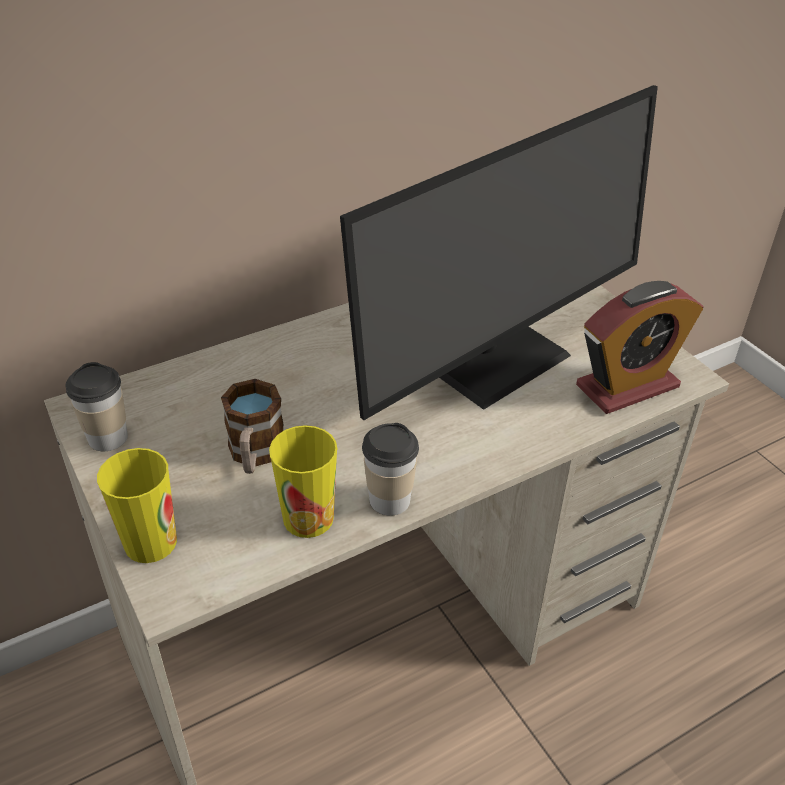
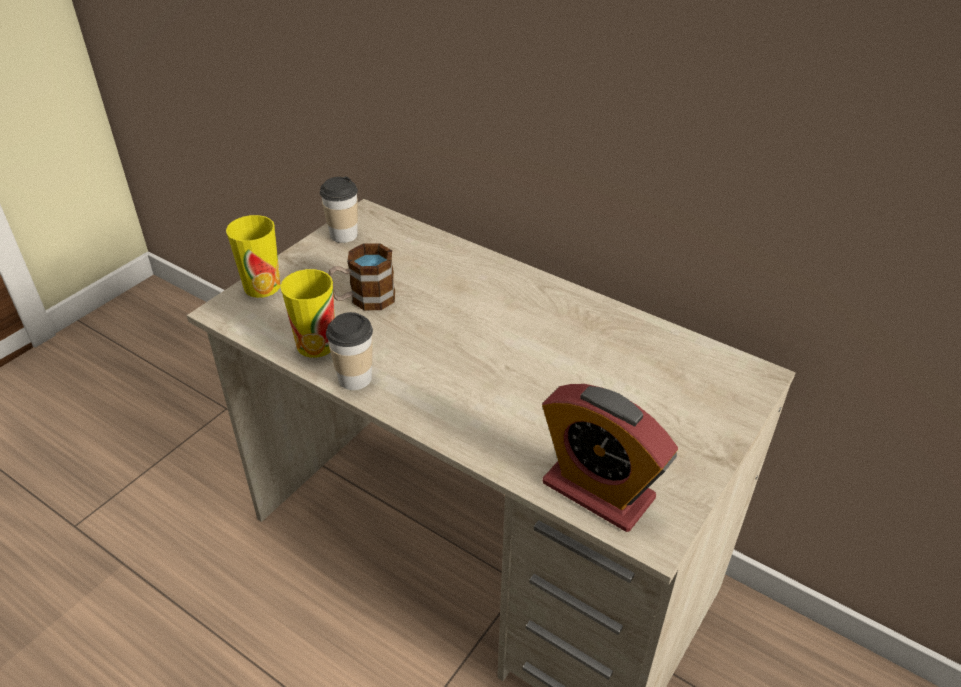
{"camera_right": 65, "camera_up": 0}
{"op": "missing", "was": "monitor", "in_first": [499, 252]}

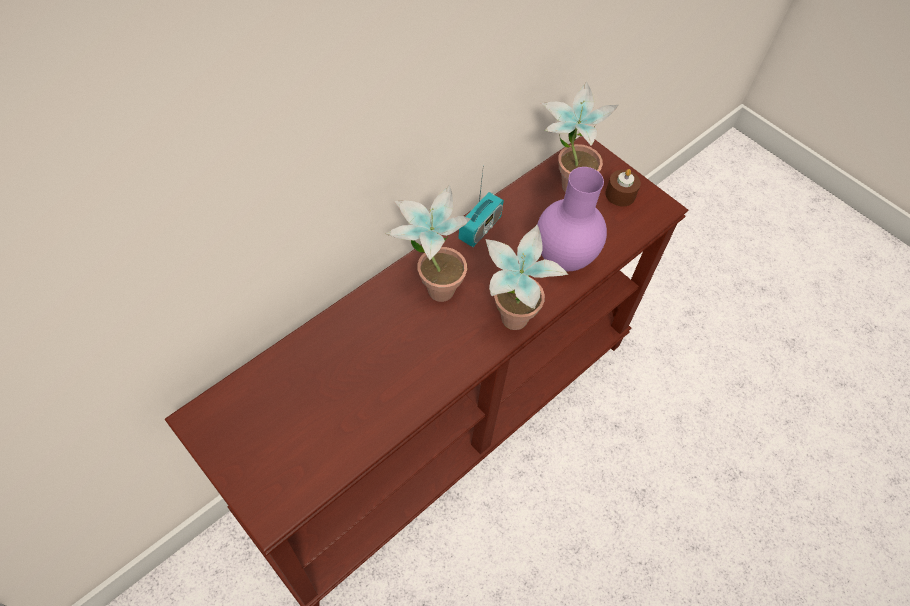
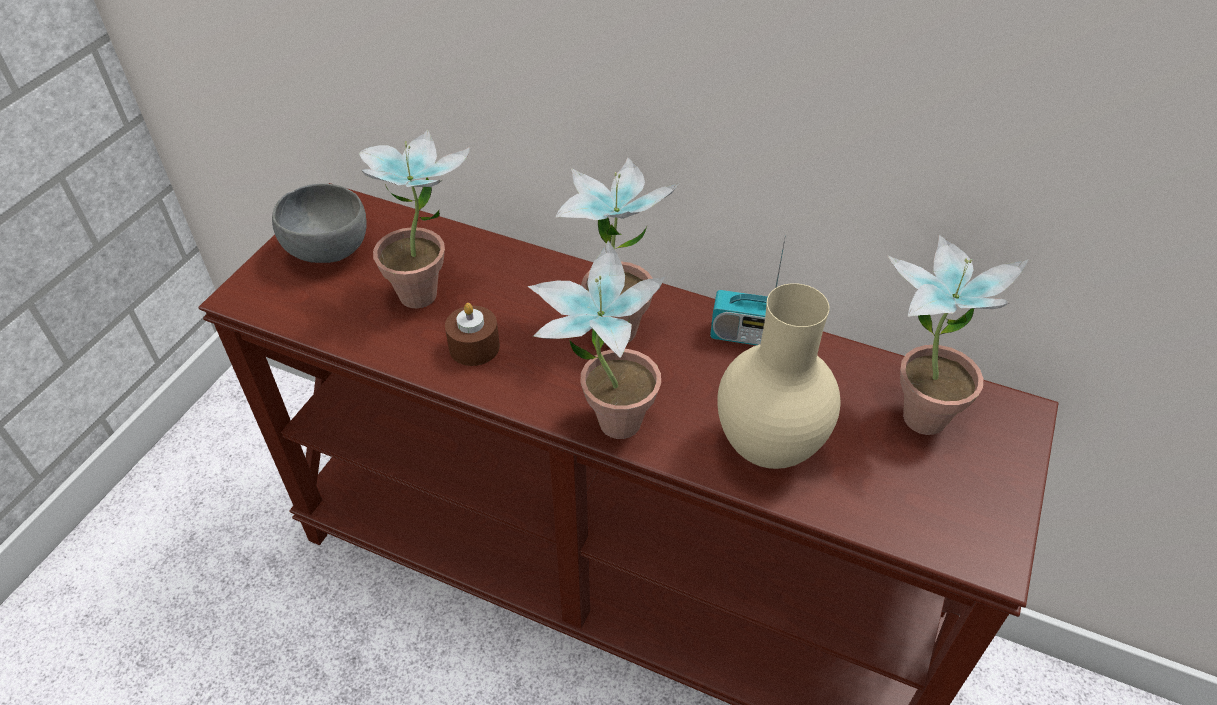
{"camera_right": 70, "camera_up": -10}
{"op": "colour", "was": "vase in purple", "now": "vase in beige", "in_first": [572, 219], "in_second": [779, 376]}
{"op": "relocated", "was": "candle in brown", "in_first": [623, 187], "in_second": [472, 334]}
{"op": "appeared", "now": "potted plant", "in_second": [414, 219]}
{"op": "appeared", "now": "bowl in grey", "in_second": [319, 223]}

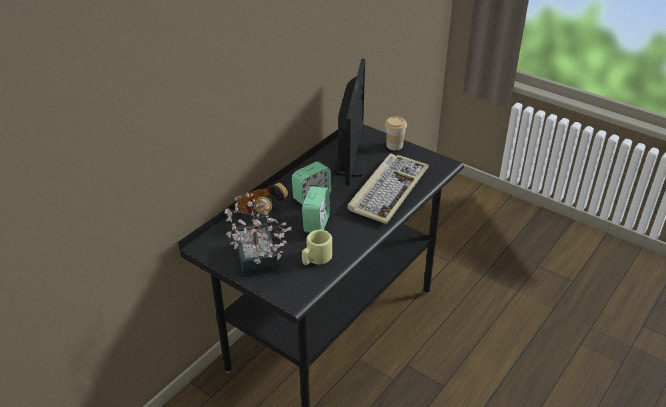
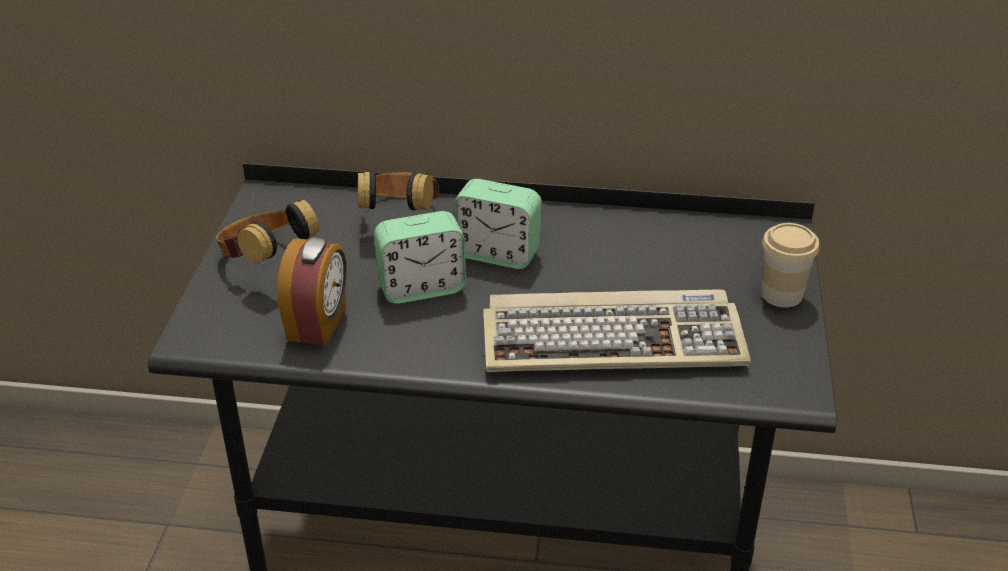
{"camera_right": 60, "camera_up": 0}
{"op": "missing", "was": "monitor", "in_first": [350, 122]}
{"op": "exchanged", "was": "potted plant", "now": "headphones", "in_first": [258, 234], "in_second": [267, 231]}
{"op": "exchanged", "was": "mug in beige", "now": "alarm clock", "in_first": [317, 247], "in_second": [312, 291]}

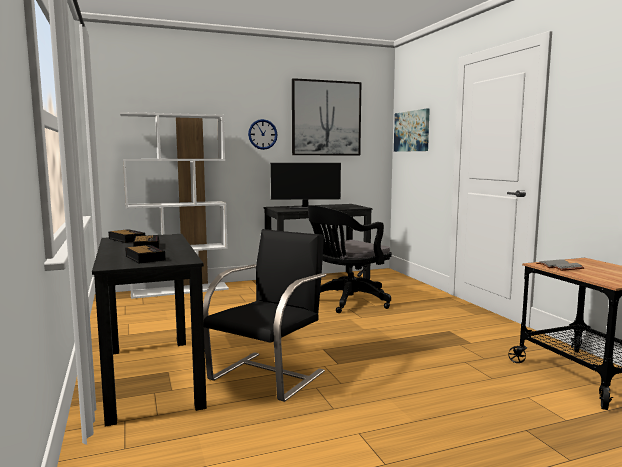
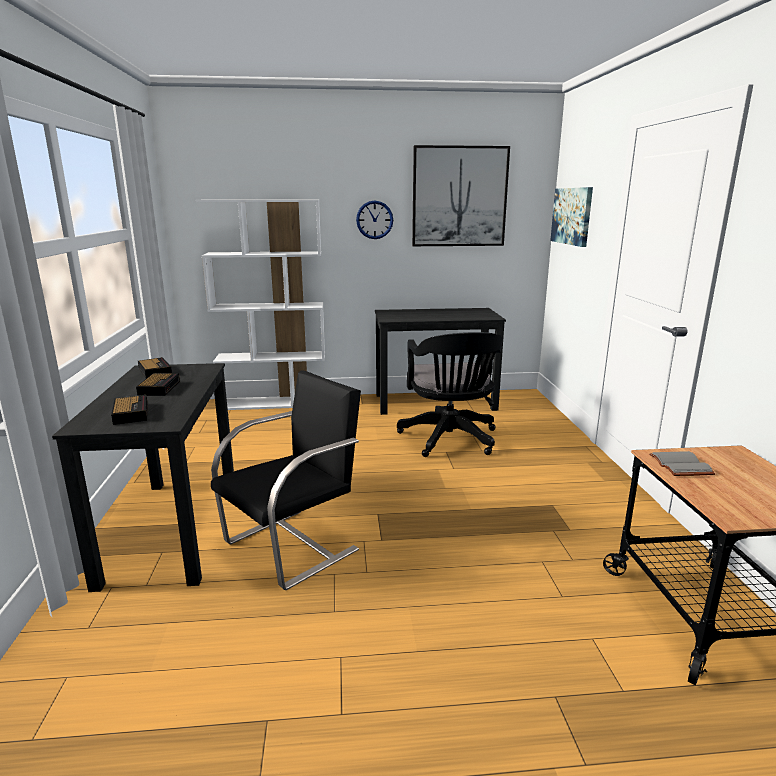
{"camera_right": 15, "camera_up": 10}
{"op": "missing", "was": "monitor", "in_first": [305, 186]}
{"op": "spun", "was": "office chair in black", "in_first": [350, 259], "in_second": [450, 394], "clockwise": -75}

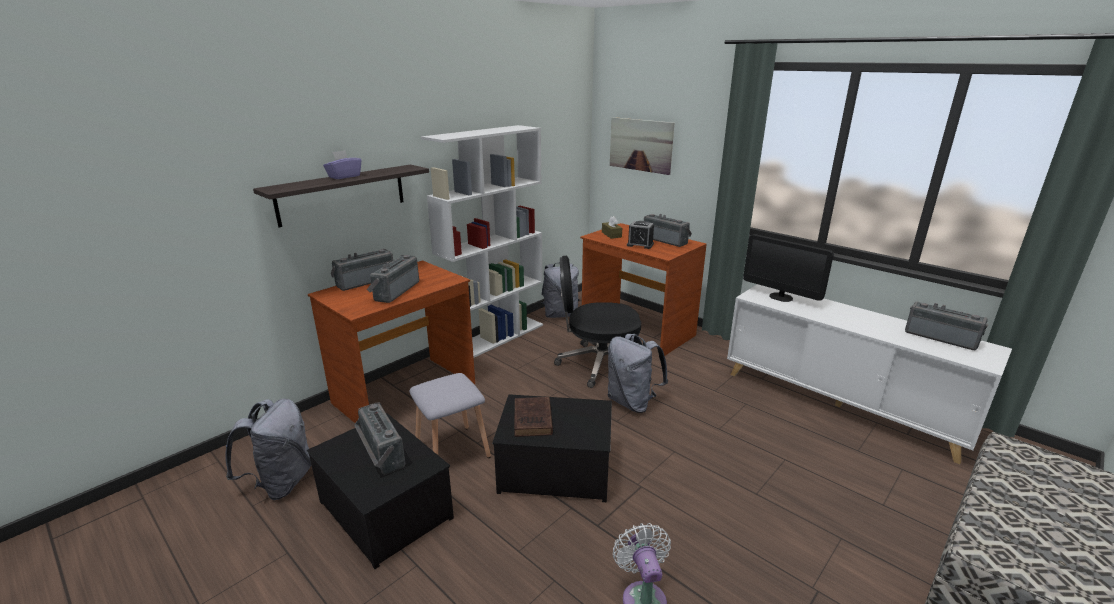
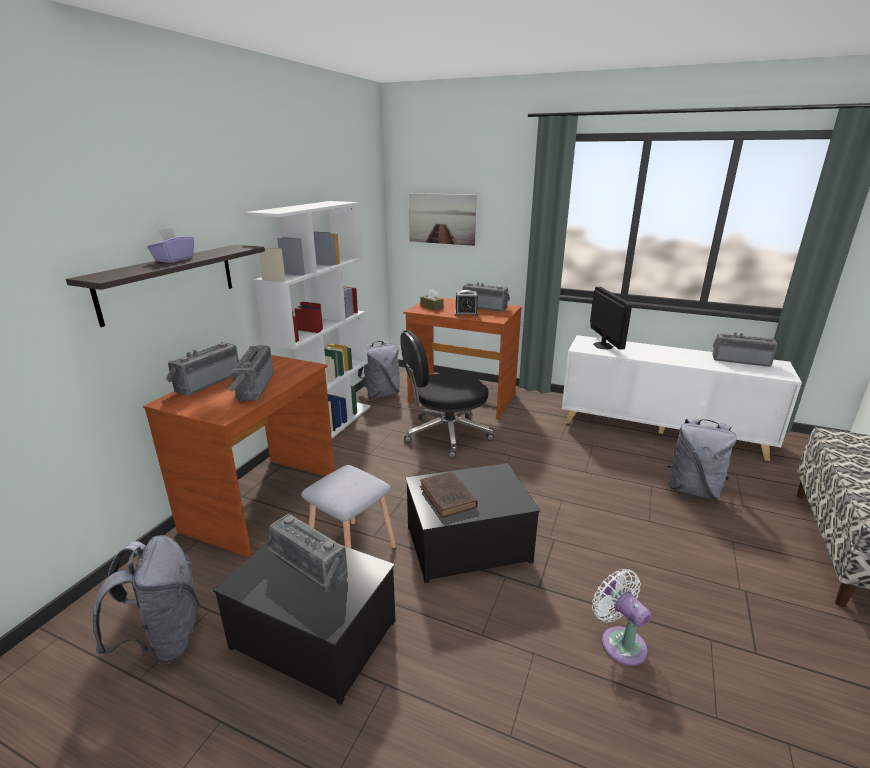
{"camera_right": -20, "camera_up": 0}
{"op": "spun", "was": "monitor", "in_first": [788, 268], "in_second": [611, 318], "clockwise": -120}
{"op": "relocated", "was": "backpack in grey", "in_first": [638, 373], "in_second": [702, 459]}

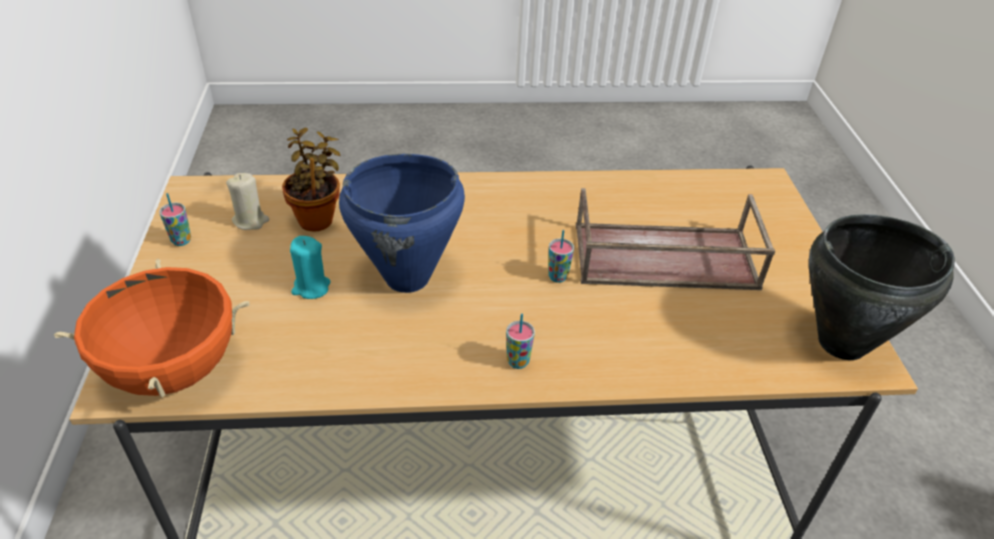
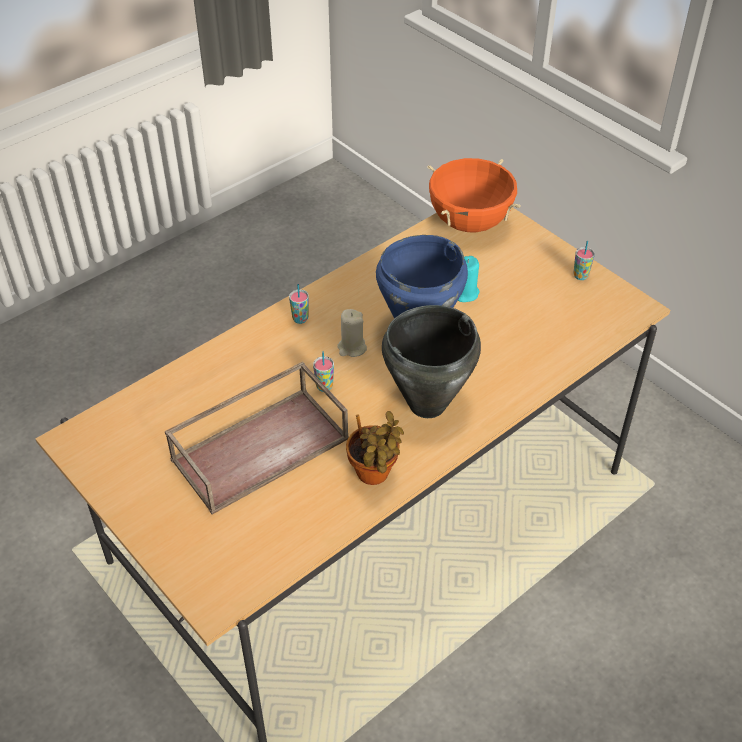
{"camera_right": 145, "camera_up": 5}
{"op": "relocated", "was": "potted plant", "in_first": [311, 180], "in_second": [375, 448]}
{"op": "relocated", "was": "candle in beige", "in_first": [247, 201], "in_second": [352, 333]}
{"op": "relocated", "was": "cooking pot in black", "in_first": [882, 287], "in_second": [431, 361]}

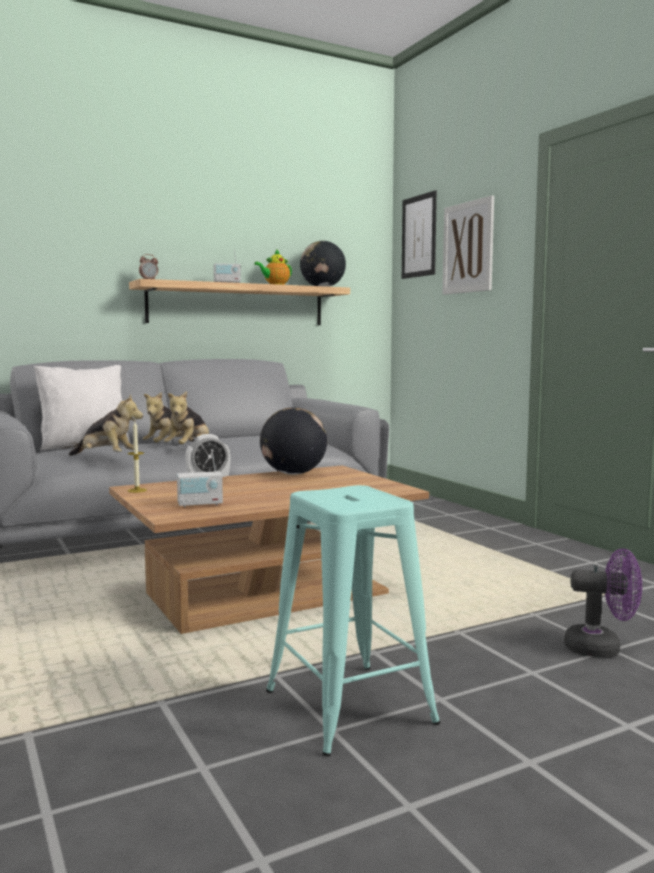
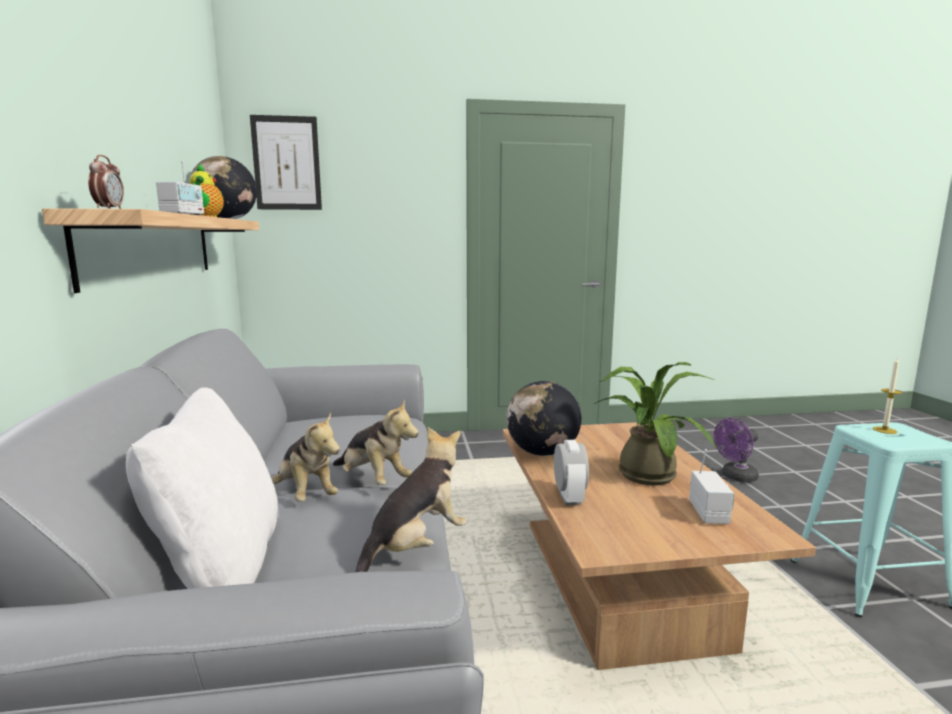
{"camera_right": -70, "camera_up": 5}
{"op": "missing", "was": "picture", "in_first": [468, 245]}
{"op": "relocated", "was": "candle", "in_first": [137, 457], "in_second": [887, 395]}
{"op": "spun", "was": "fan in purple", "in_first": [603, 602], "in_second": [736, 450], "clockwise": -150}
{"op": "appeared", "now": "potted plant", "in_second": [655, 423]}

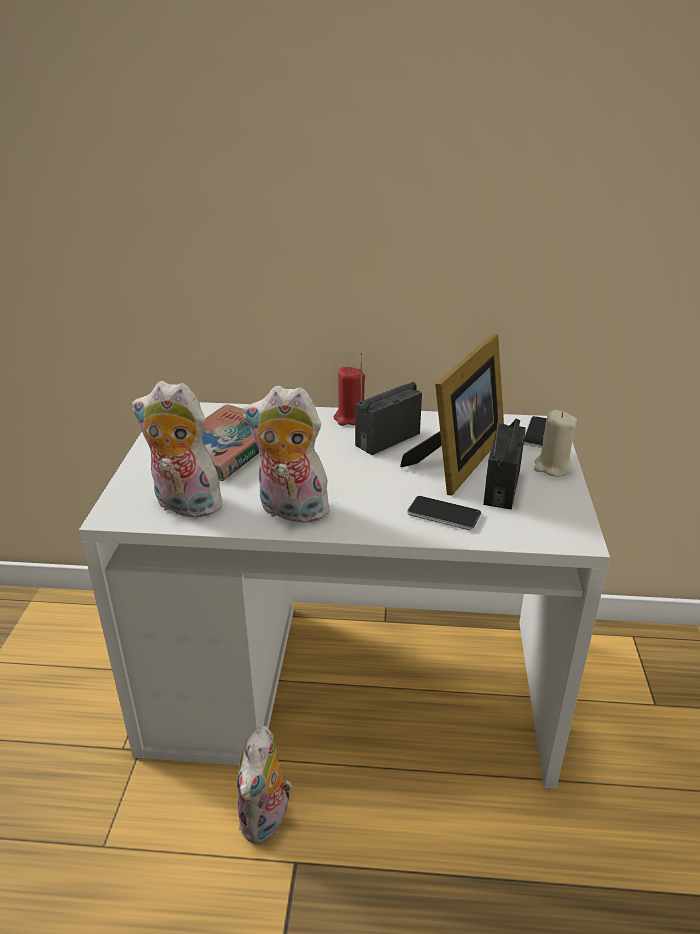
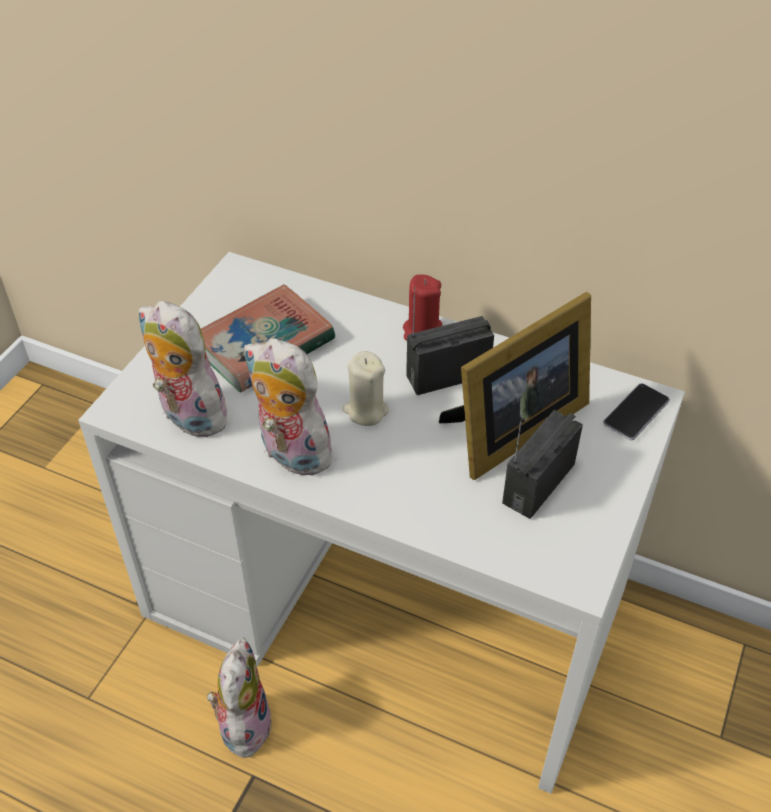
{"camera_right": 20, "camera_up": 15}
{"op": "relocated", "was": "candle in beige", "in_first": [555, 443], "in_second": [365, 388]}
{"op": "missing", "was": "phone", "in_first": [444, 513]}
{"op": "spun", "was": "plush toy", "in_first": [264, 785], "in_second": [239, 697], "clockwise": 150}

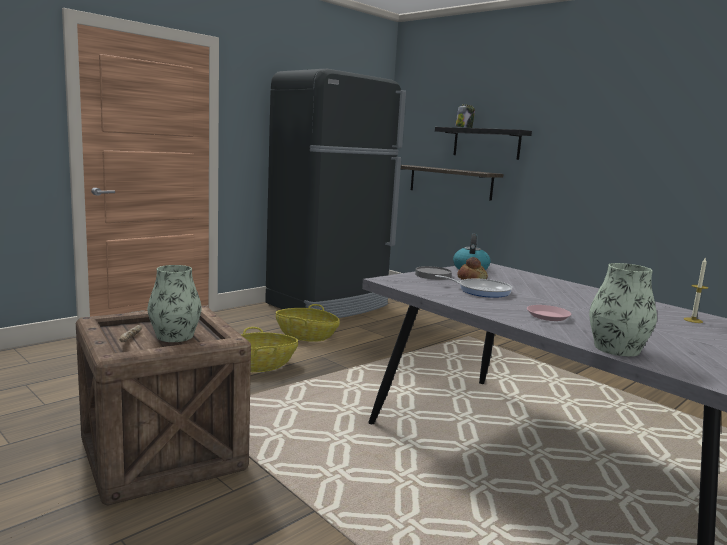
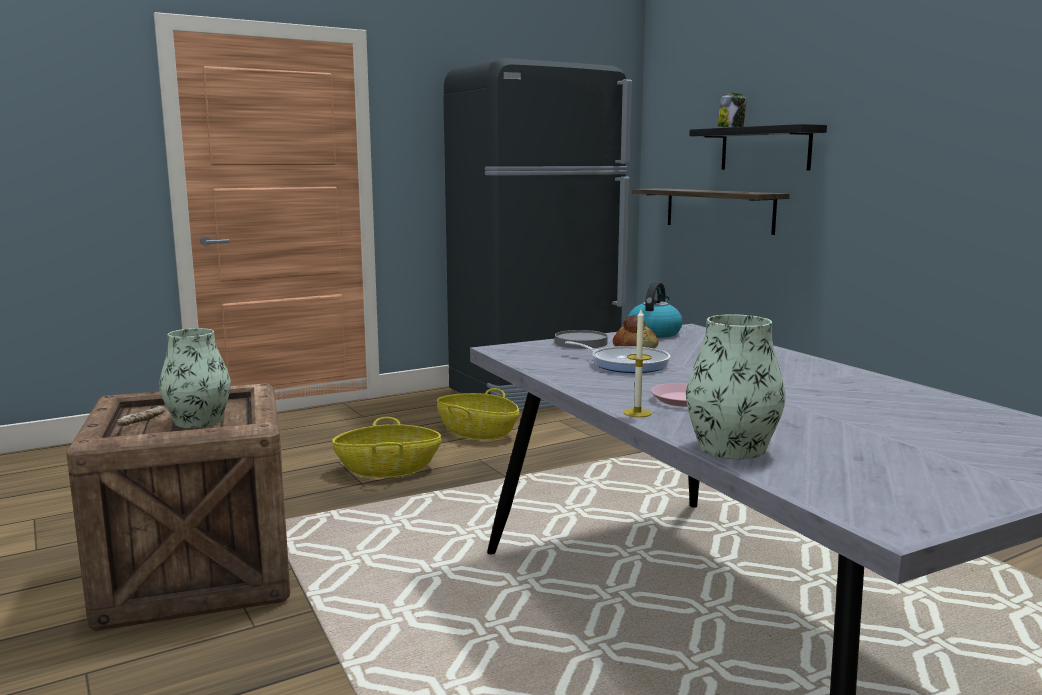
{"camera_right": 15, "camera_up": 0}
{"op": "relocated", "was": "candle", "in_first": [696, 290], "in_second": [637, 363]}

